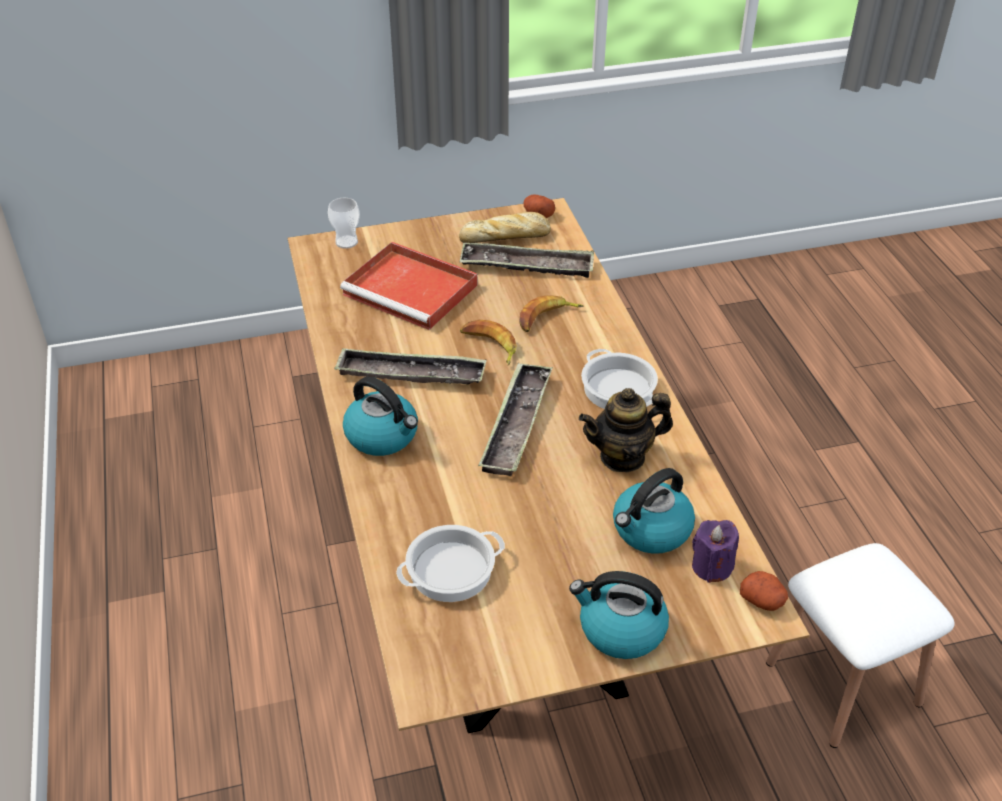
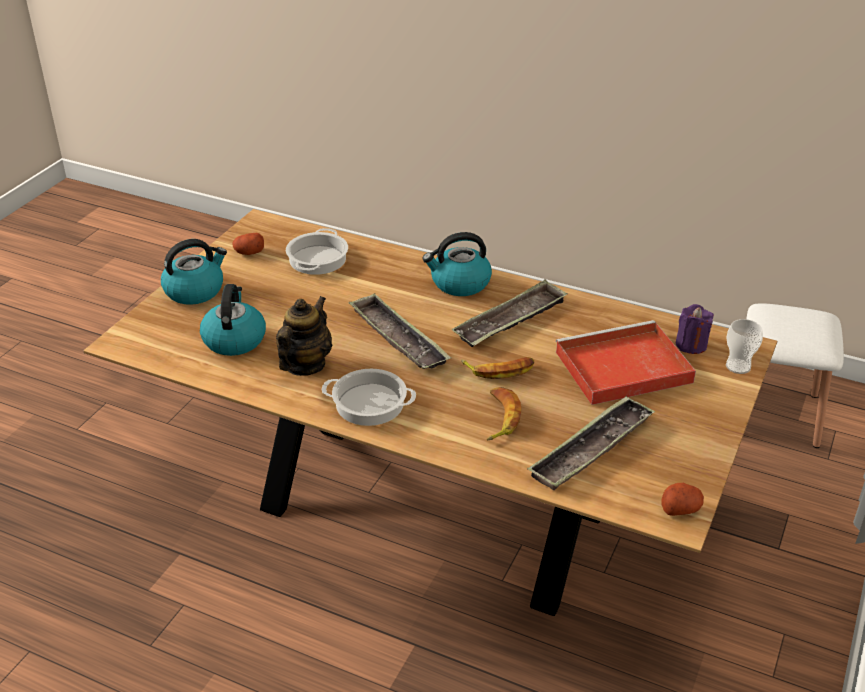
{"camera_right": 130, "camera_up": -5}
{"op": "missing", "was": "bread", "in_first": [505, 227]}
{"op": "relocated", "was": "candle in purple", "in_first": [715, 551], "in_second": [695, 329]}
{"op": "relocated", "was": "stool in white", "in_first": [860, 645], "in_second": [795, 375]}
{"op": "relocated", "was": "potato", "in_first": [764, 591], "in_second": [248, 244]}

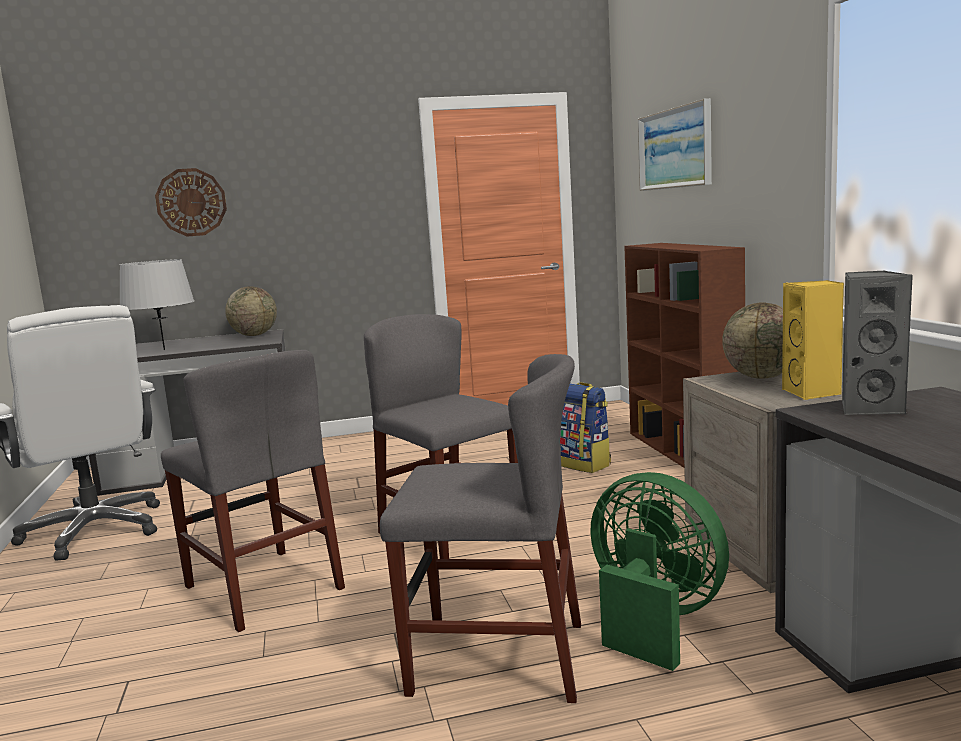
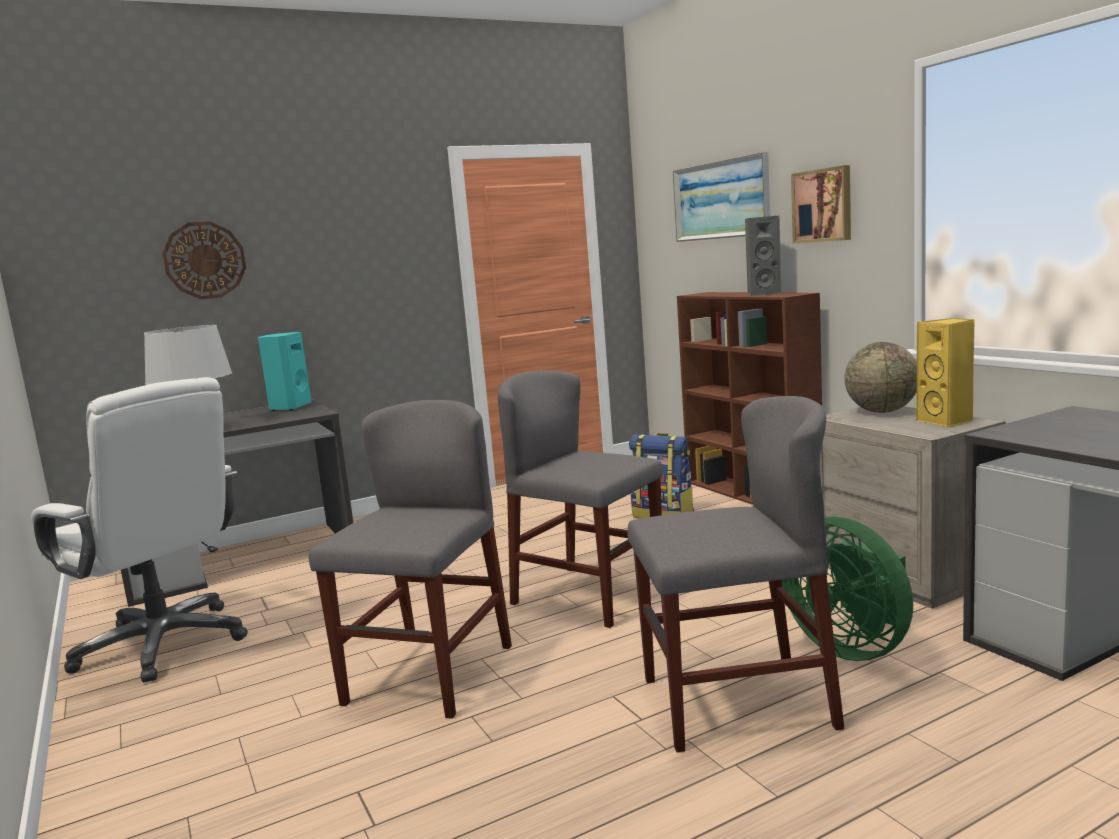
{"camera_right": -15, "camera_up": 0}
{"op": "relocated", "was": "speaker in grey", "in_first": [877, 343], "in_second": [763, 255]}
{"op": "exchanged", "was": "globe", "now": "speaker in turquoise", "in_first": [251, 311], "in_second": [284, 371]}
{"op": "spun", "was": "chair in grey", "in_first": [253, 491], "in_second": [410, 559], "clockwise": -105}
{"op": "spun", "was": "fan in green", "in_first": [659, 571], "in_second": [847, 589], "clockwise": -150}
{"op": "appeared", "now": "picture", "in_second": [821, 204]}

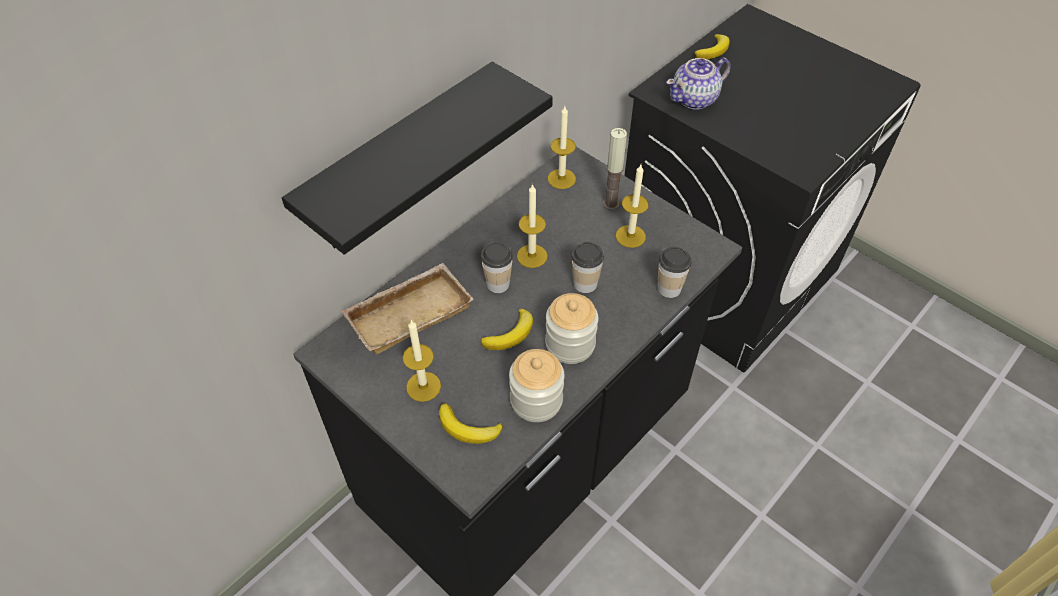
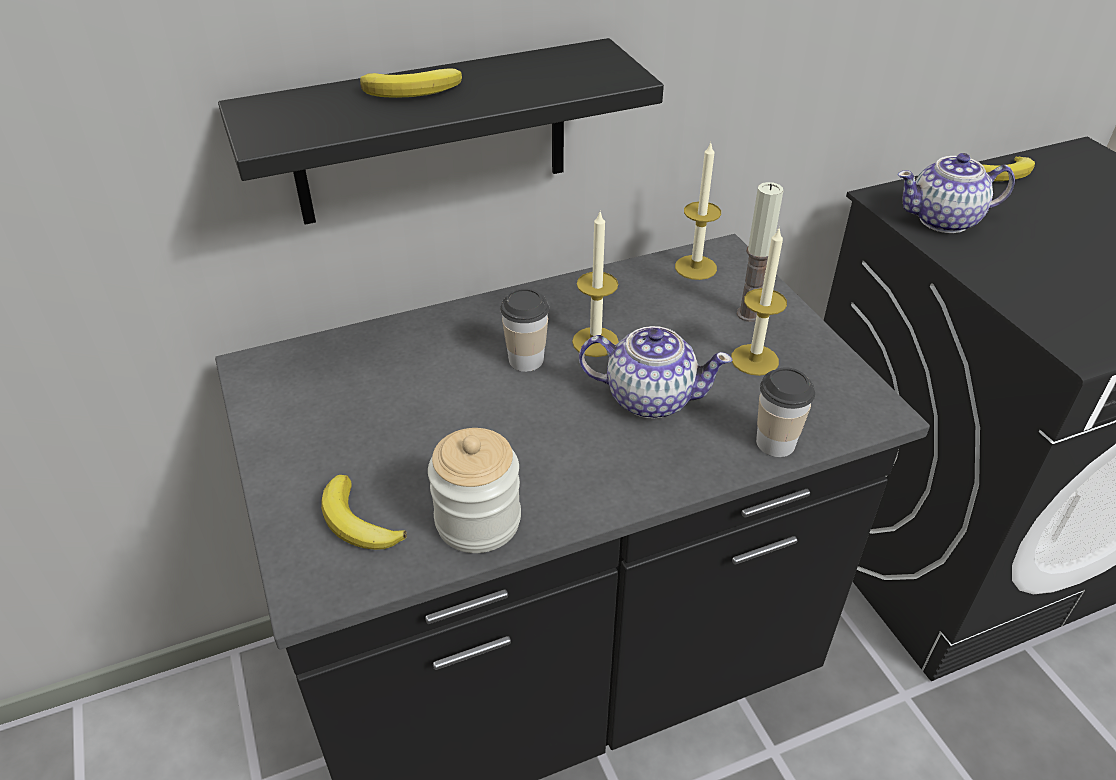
{"camera_right": 25, "camera_up": -10}
{"op": "exchanged", "was": "cup", "now": "teapot", "in_first": [588, 267], "in_second": [655, 372]}
{"op": "missing", "was": "tray in beige", "in_first": [408, 308]}
{"op": "missing", "was": "jar", "in_first": [572, 328]}
{"op": "relocated", "was": "banana", "in_first": [507, 329], "in_second": [411, 83]}
{"op": "missing", "was": "candle", "in_first": [422, 361]}

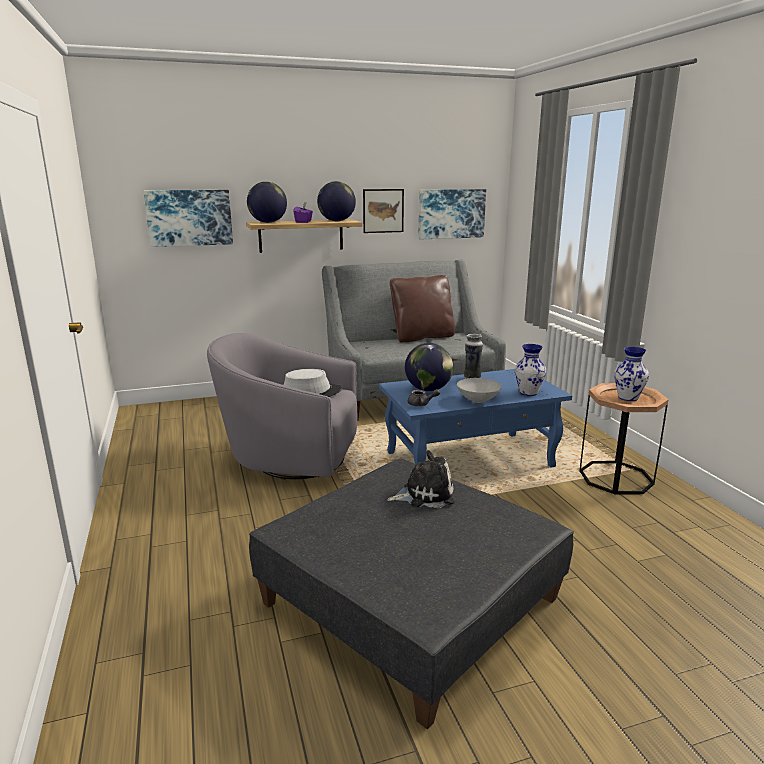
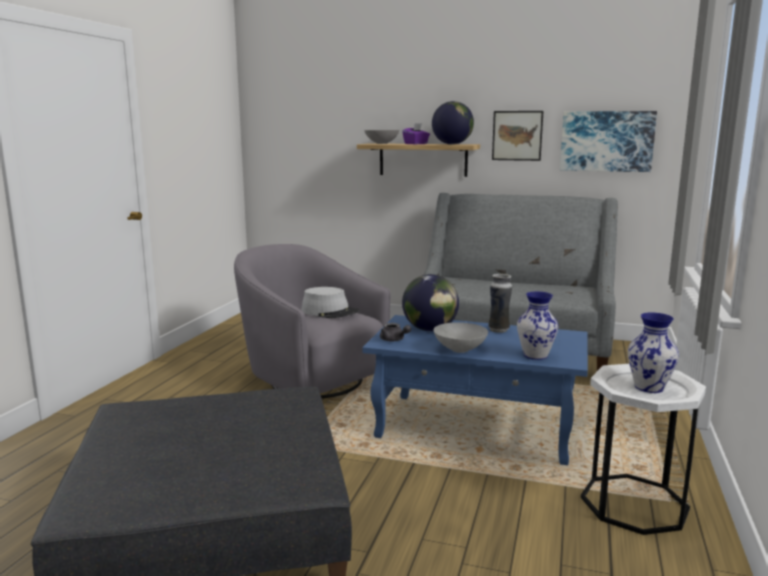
{"camera_right": 35, "camera_up": -5}
{"op": "exchanged", "was": "globe", "now": "bowl in grey", "in_first": [267, 202], "in_second": [381, 137]}
{"op": "missing", "was": "picture", "in_first": [188, 218]}
{"op": "missing", "was": "pillow in brown", "in_first": [422, 309]}
{"op": "colour", "was": "side table in brown", "now": "side table in white", "in_first": [624, 438], "in_second": [643, 449]}
{"op": "missing", "was": "plush toy", "in_first": [421, 479]}

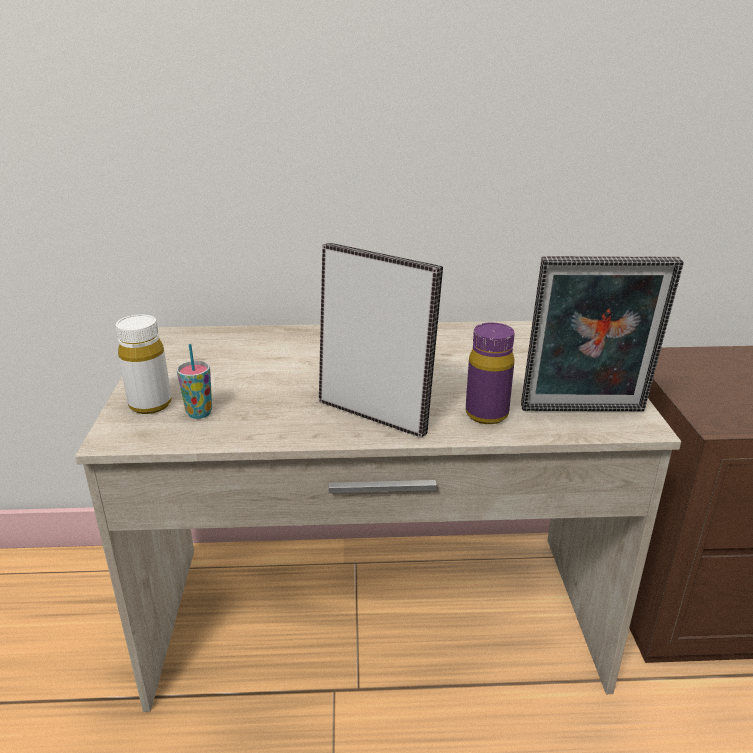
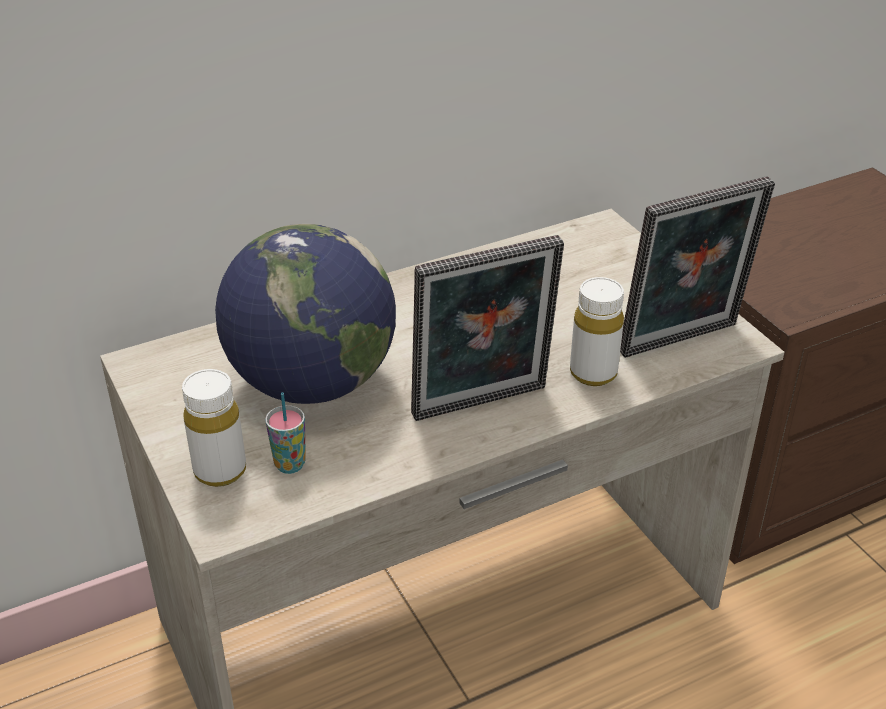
{"camera_right": -25, "camera_up": 10}
{"op": "spun", "was": "picture frame", "in_first": [381, 340], "in_second": [487, 328], "clockwise": 150}
{"op": "colour", "was": "bottle in purple", "now": "bottle in white", "in_first": [490, 373], "in_second": [597, 331]}
{"op": "appeared", "now": "globe", "in_second": [305, 314]}

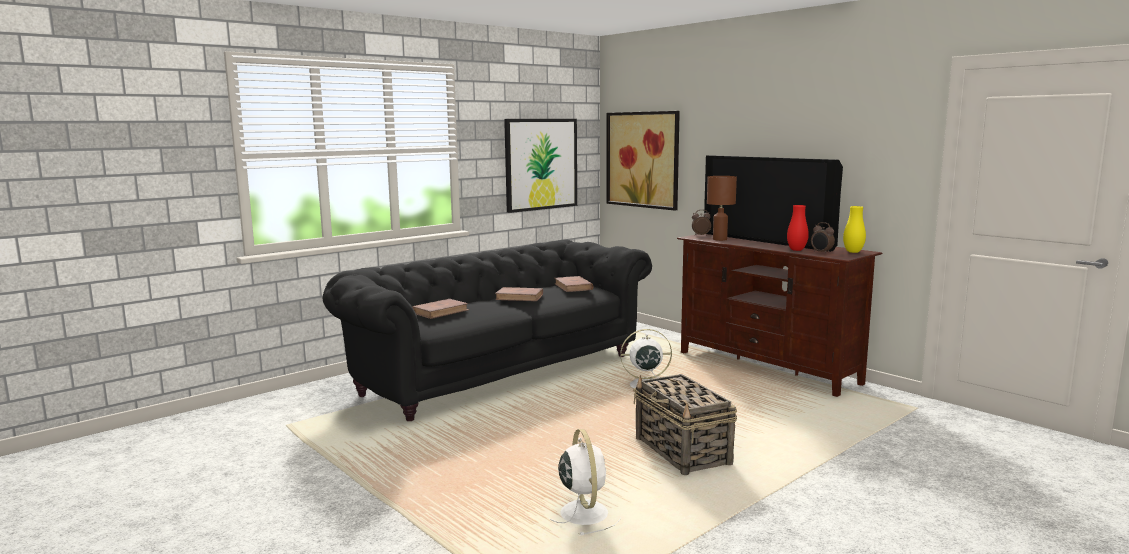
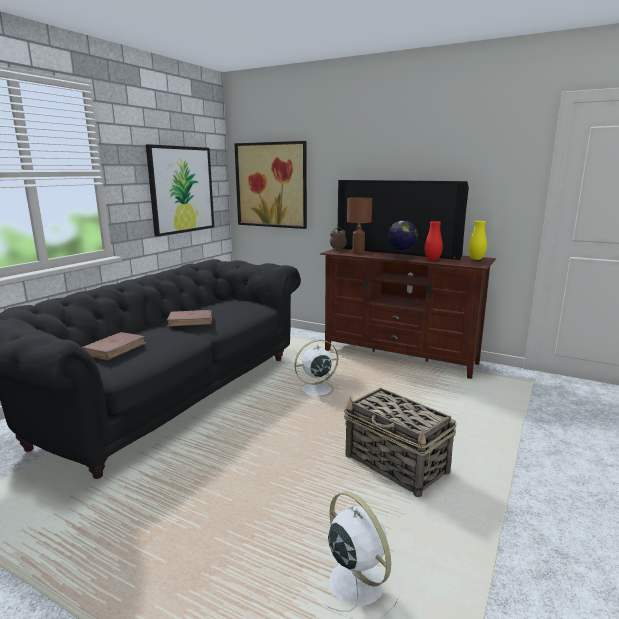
{"camera_right": -20, "camera_up": 5}
{"op": "missing", "was": "alarm clock", "in_first": [823, 238]}
{"op": "missing", "was": "book in brown", "in_first": [574, 284]}
{"op": "appeared", "now": "globe", "in_second": [403, 240]}

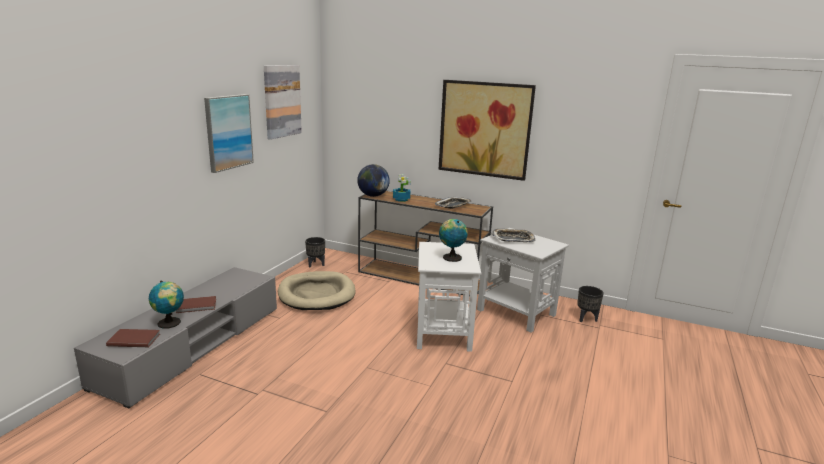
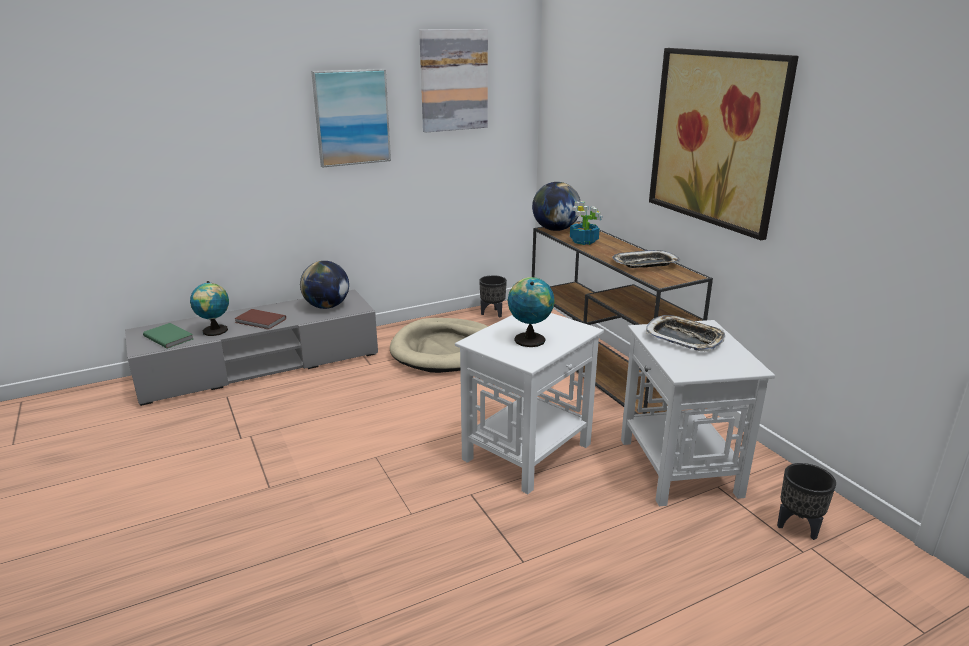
{"camera_right": 40, "camera_up": 5}
{"op": "colour", "was": "book in brown", "now": "book in green", "in_first": [133, 338], "in_second": [168, 336]}
{"op": "appeared", "now": "globe", "in_second": [324, 285]}

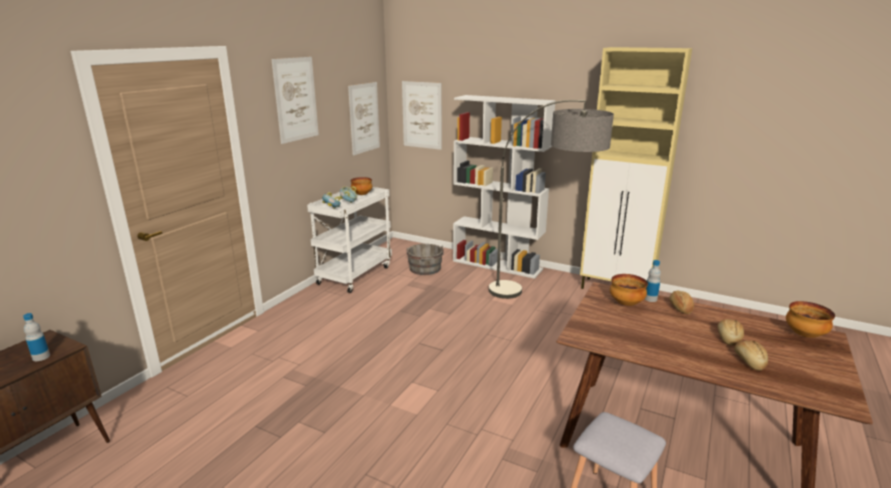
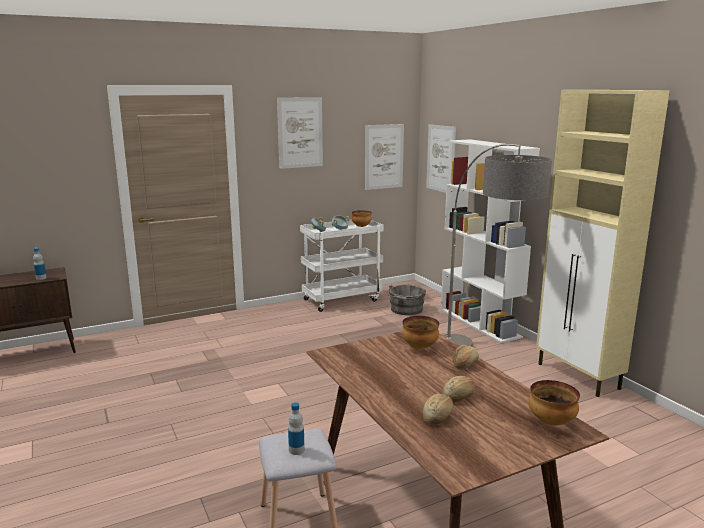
{"camera_right": 35, "camera_up": -5}
{"op": "relocated", "was": "bottle", "in_first": [653, 281], "in_second": [296, 428]}

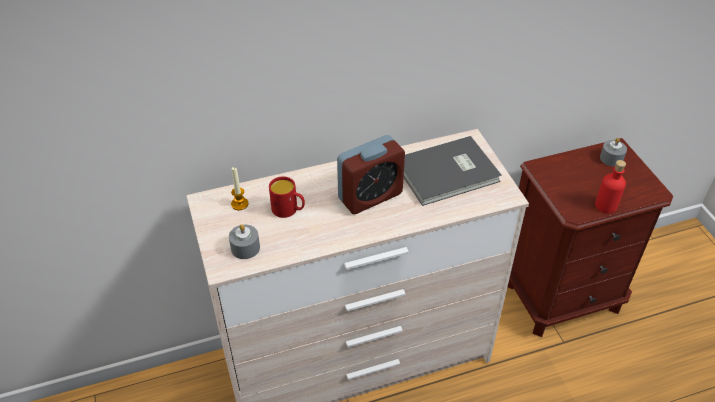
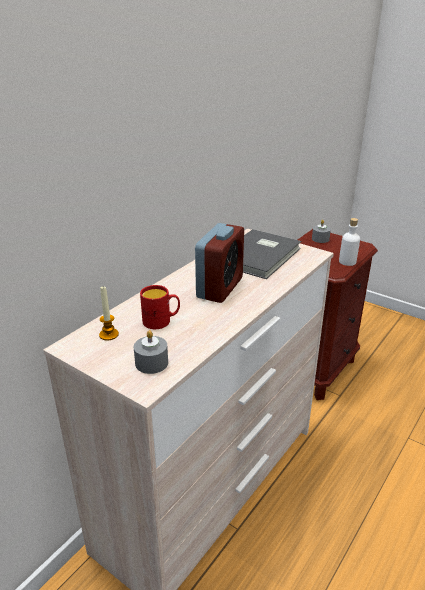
{"camera_right": -35, "camera_up": -15}
{"op": "colour", "was": "bottle in red", "now": "bottle in white", "in_first": [610, 186], "in_second": [349, 242]}

